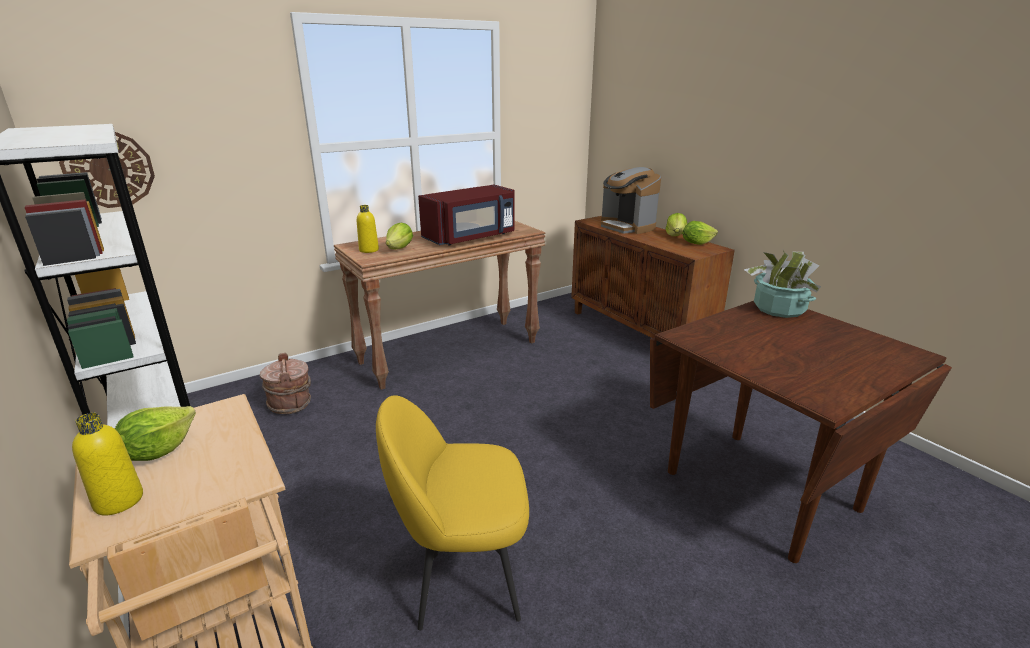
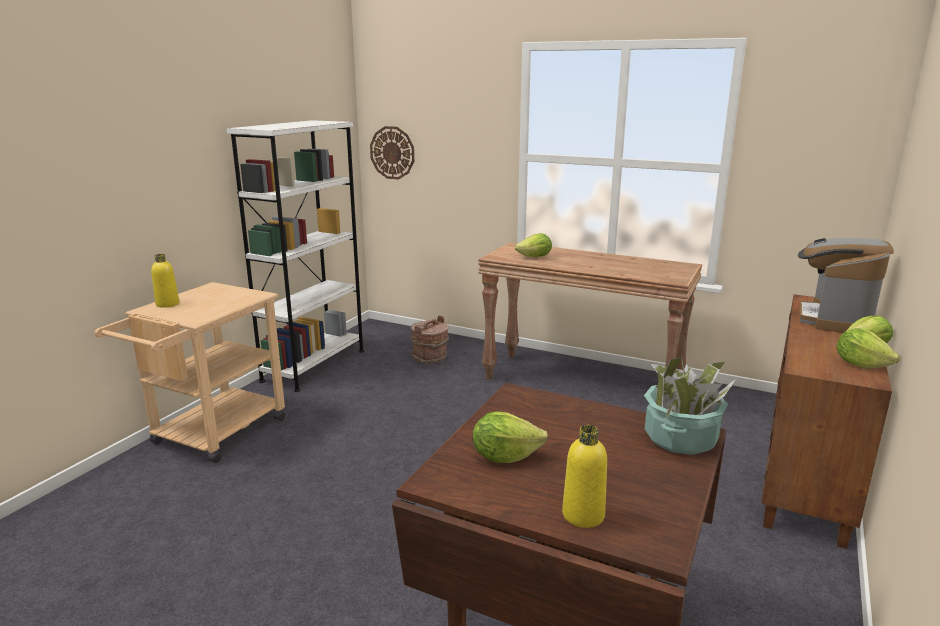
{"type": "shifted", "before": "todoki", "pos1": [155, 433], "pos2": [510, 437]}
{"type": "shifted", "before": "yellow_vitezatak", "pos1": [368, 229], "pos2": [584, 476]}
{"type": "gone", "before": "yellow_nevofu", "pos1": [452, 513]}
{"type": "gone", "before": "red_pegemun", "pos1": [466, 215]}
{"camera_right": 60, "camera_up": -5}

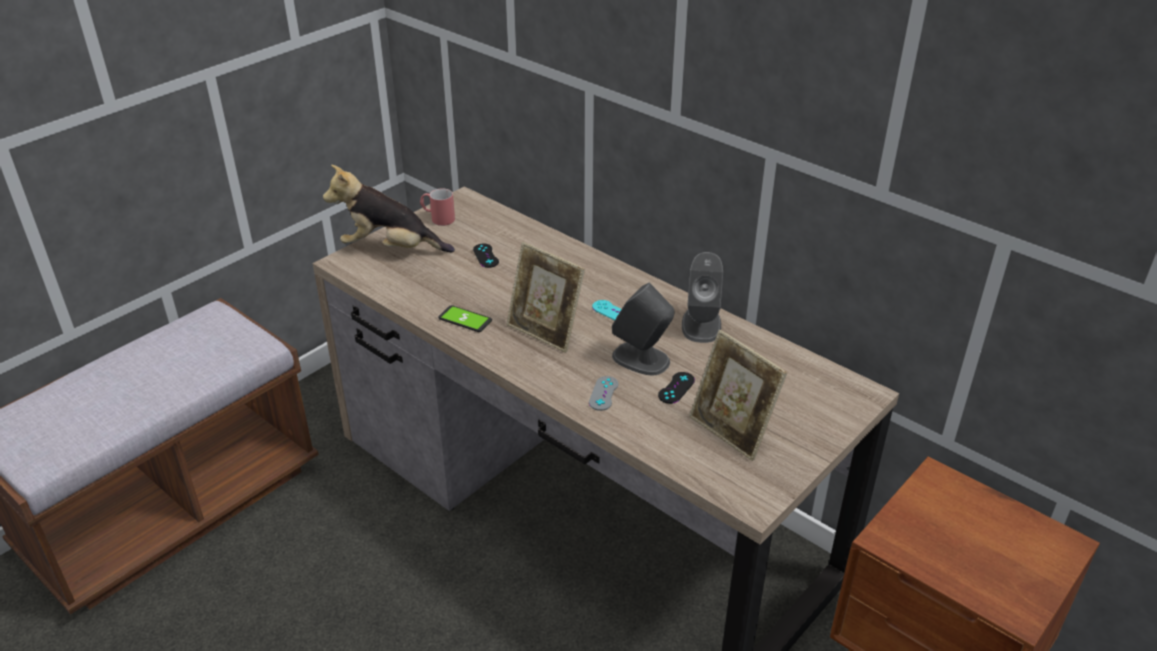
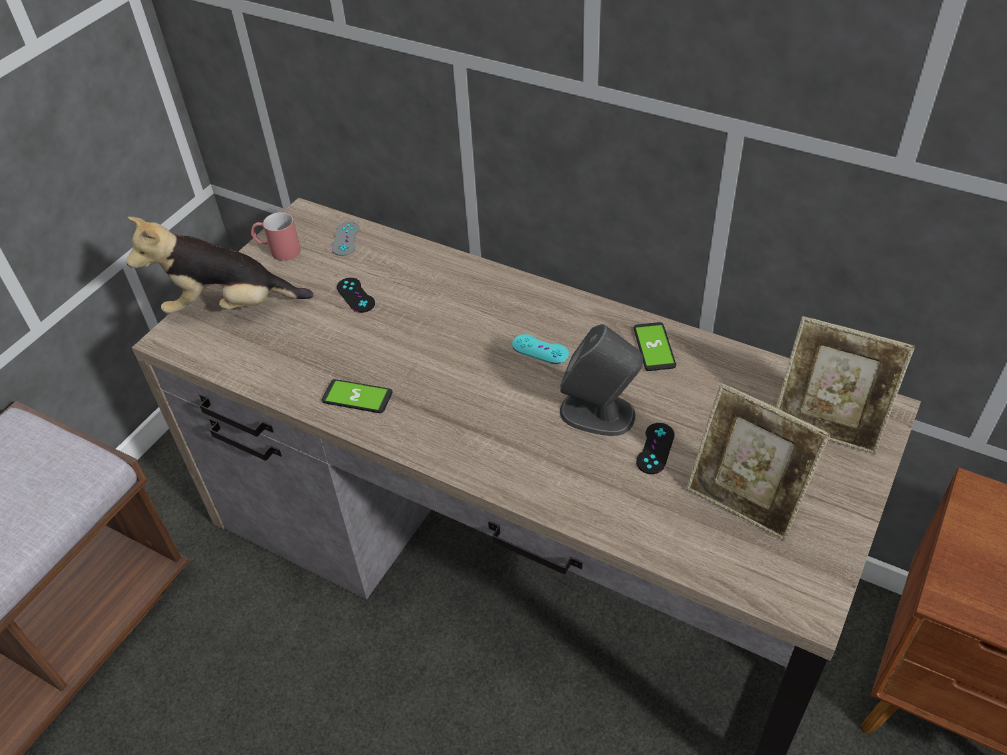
{"type": "shifted", "before": "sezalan", "pos1": [546, 297], "pos2": [845, 385]}
{"type": "shifted", "before": "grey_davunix", "pos1": [603, 393], "pos2": [345, 238]}
{"type": "swapped", "before": "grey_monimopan", "after": "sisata", "pos1": [702, 297], "pos2": [655, 346]}
{"camera_right": -10, "camera_up": 10}

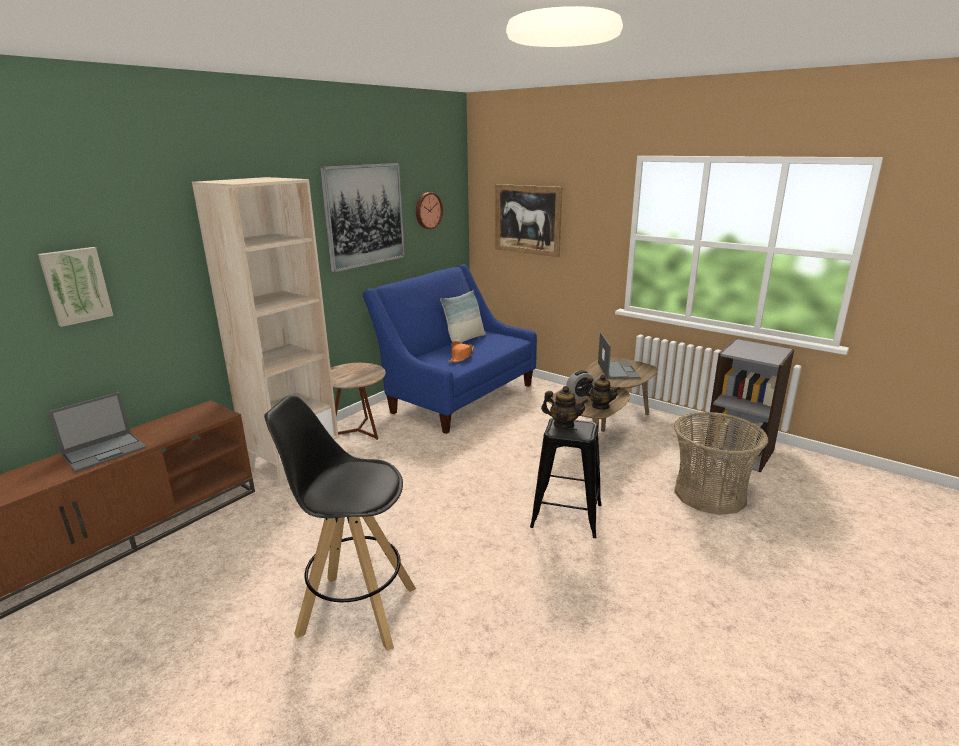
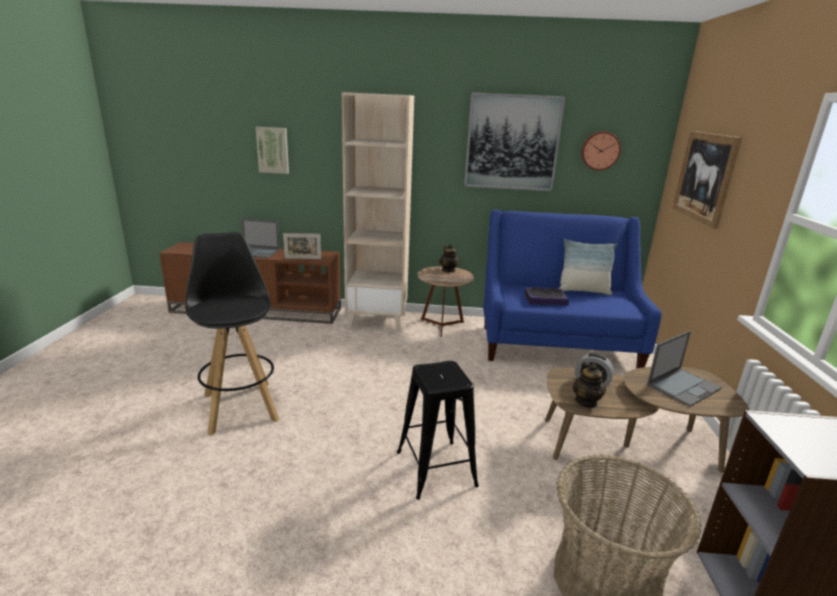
{"type": "swapped", "before": "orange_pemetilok", "after": "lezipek", "pos1": [461, 351], "pos2": [546, 296]}
{"type": "shifted", "before": "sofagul", "pos1": [564, 407], "pos2": [449, 258]}
{"type": "new", "after": "sezalan", "pos2": [302, 246]}
{"camera_right": 55, "camera_up": 0}

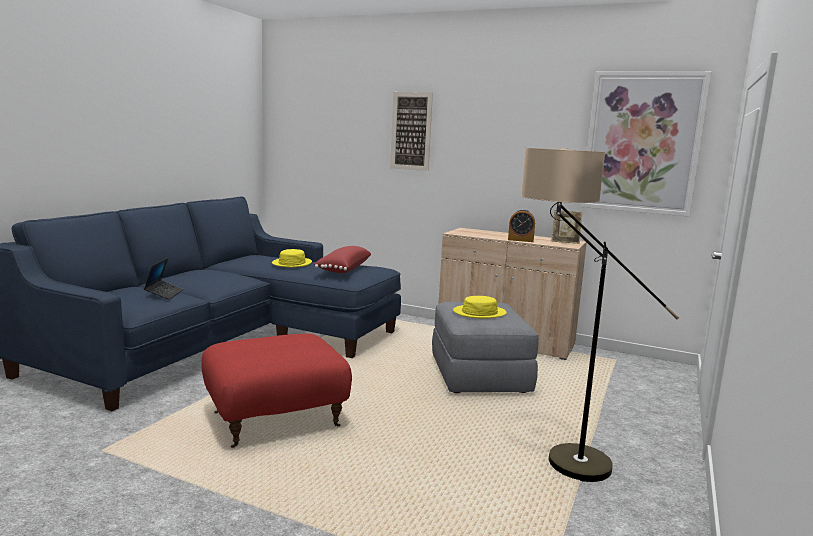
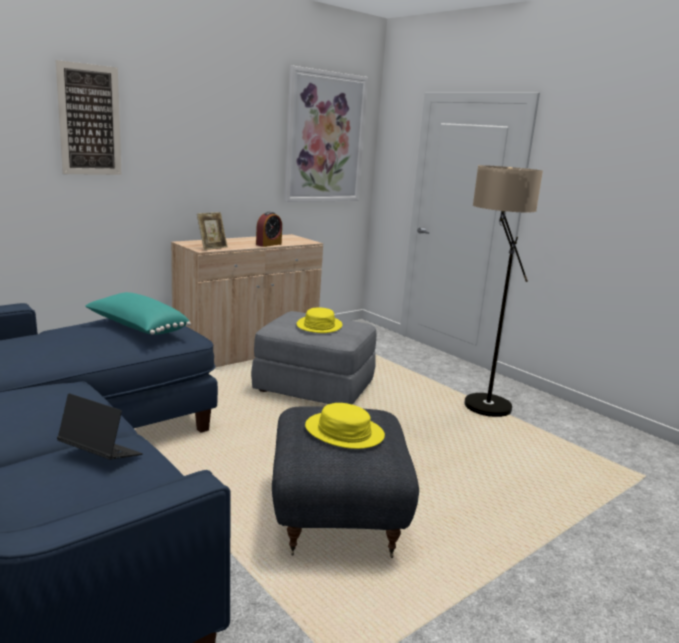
{"type": "repainted", "before": "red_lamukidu", "after": "grey_lamukidu", "pos1": [276, 391], "pos2": [345, 482]}
{"type": "shifted", "before": "yellow_pemetilok", "pos1": [292, 258], "pos2": [345, 426]}
{"type": "repainted", "before": "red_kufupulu", "after": "turquoise_kufupulu", "pos1": [342, 259], "pos2": [138, 313]}
{"type": "shifted", "before": "sezalan", "pos1": [567, 227], "pos2": [212, 231]}
{"camera_right": -65, "camera_up": 5}

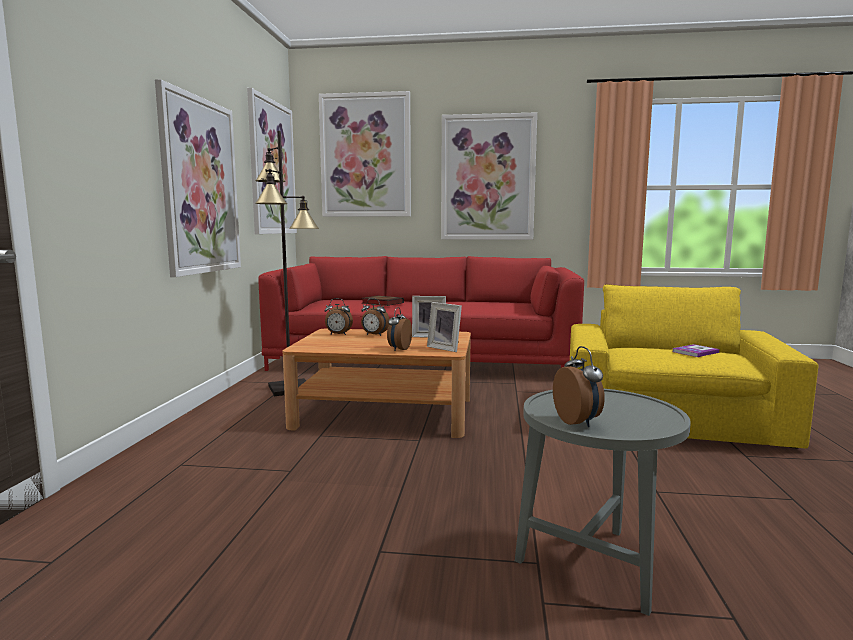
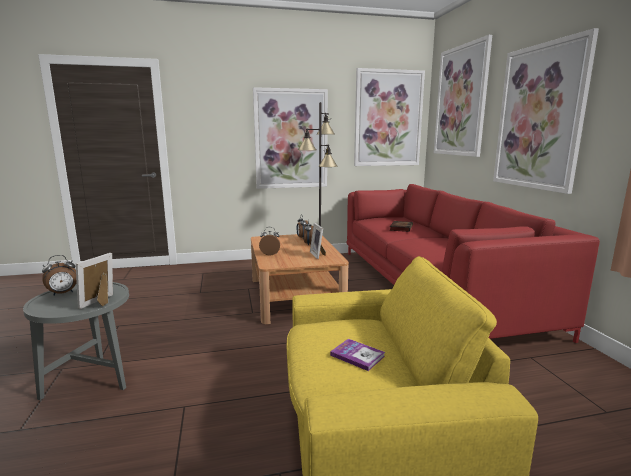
{"type": "shifted", "before": "sezalan", "pos1": [444, 327], "pos2": [94, 281]}
{"camera_right": 70, "camera_up": 5}

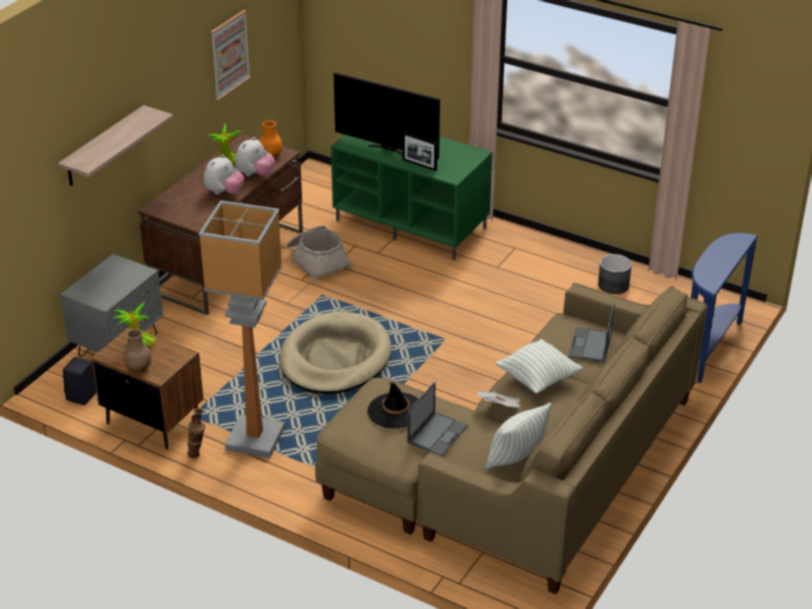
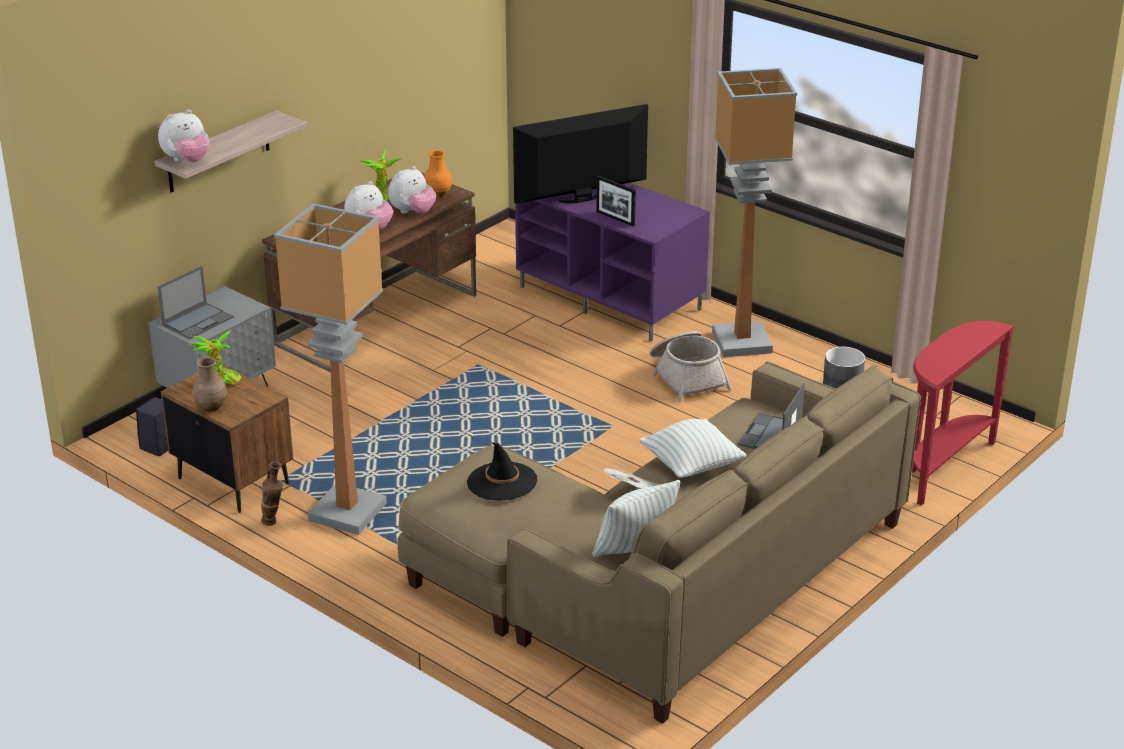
{"type": "gone", "before": "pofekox", "pos1": [231, 55]}
{"type": "gone", "before": "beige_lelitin", "pos1": [335, 353]}
{"type": "shifted", "before": "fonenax", "pos1": [319, 255], "pos2": [690, 366]}
{"type": "repainted", "before": "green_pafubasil", "after": "purple_pafubasil", "pos1": [411, 197], "pos2": [612, 262]}
{"type": "rotated", "before": "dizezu", "pos1": [387, 116], "pos2": [580, 154], "turn": 120}
{"type": "shifted", "before": "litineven", "pos1": [437, 419], "pos2": [196, 302]}
{"type": "repainted", "before": "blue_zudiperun", "after": "red_zudiperun", "pos1": [724, 308], "pos2": [963, 413]}
{"type": "new", "after": "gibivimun", "pos2": [184, 135]}
{"type": "new", "after": "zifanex", "pos2": [754, 212]}
{"camera_right": 10, "camera_up": -5}

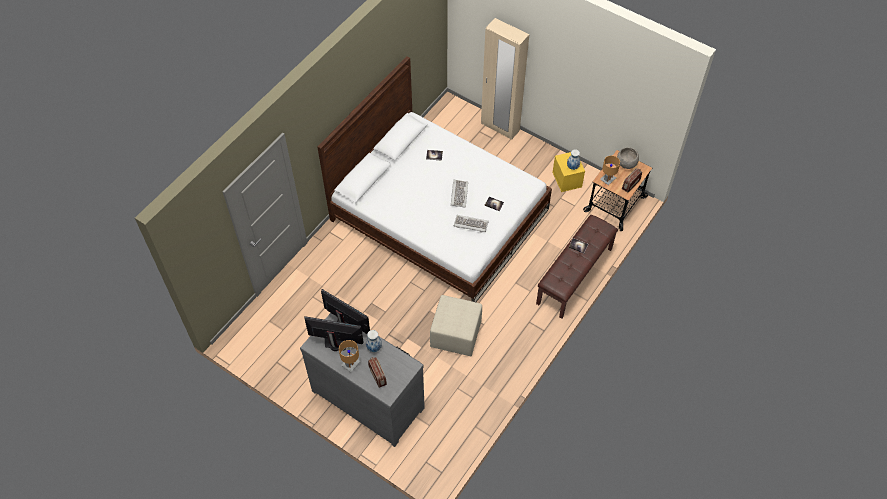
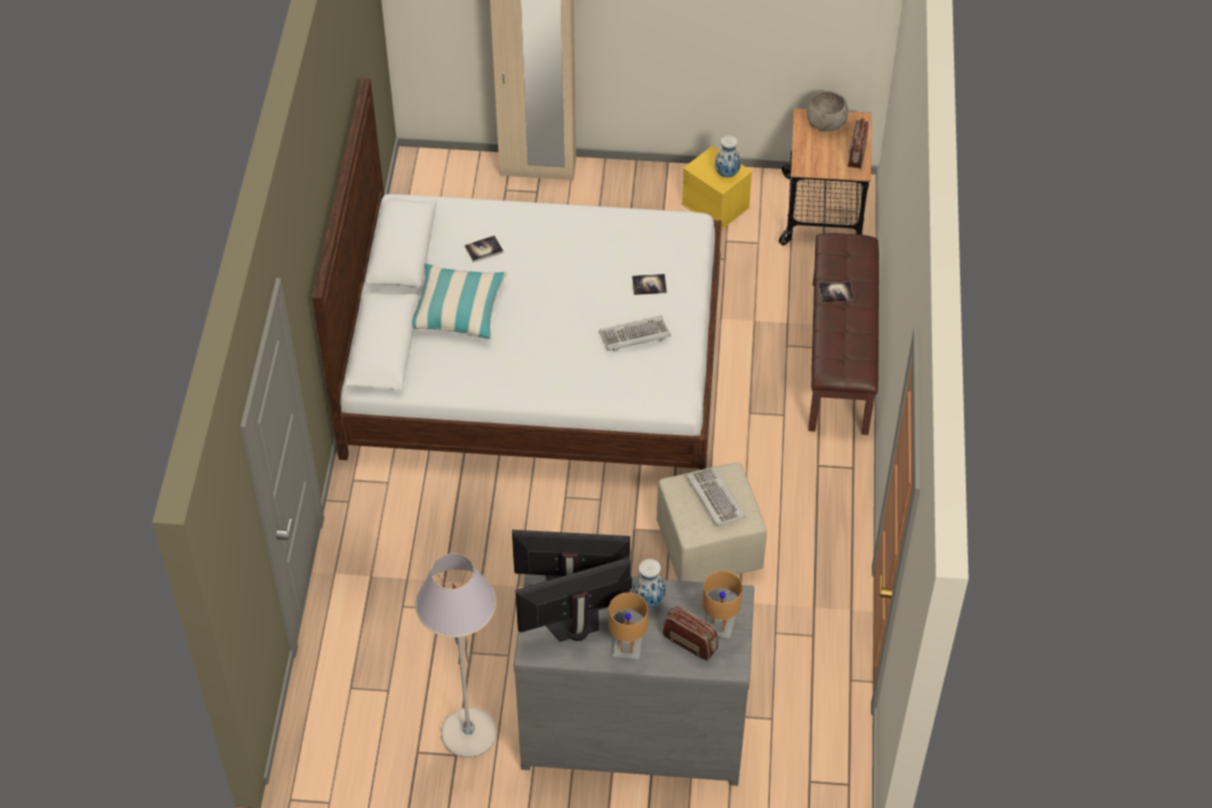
{"type": "shifted", "before": "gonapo", "pos1": [459, 194], "pos2": [716, 496]}
{"type": "shifted", "before": "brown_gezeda", "pos1": [610, 170], "pos2": [722, 605]}
{"type": "new", "after": "kufupulu", "pos2": [459, 301]}
{"type": "new", "after": "grey_zifanex", "pos2": [456, 655]}
{"camera_right": -30, "camera_up": -5}

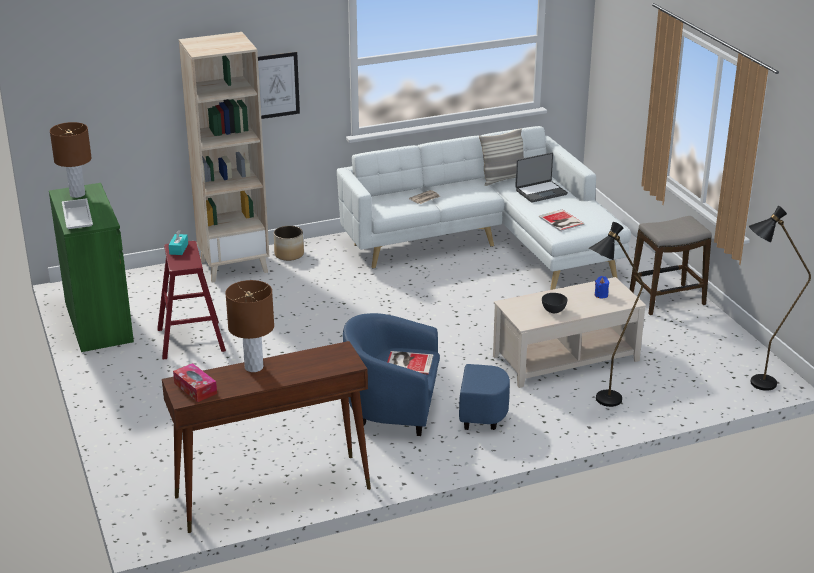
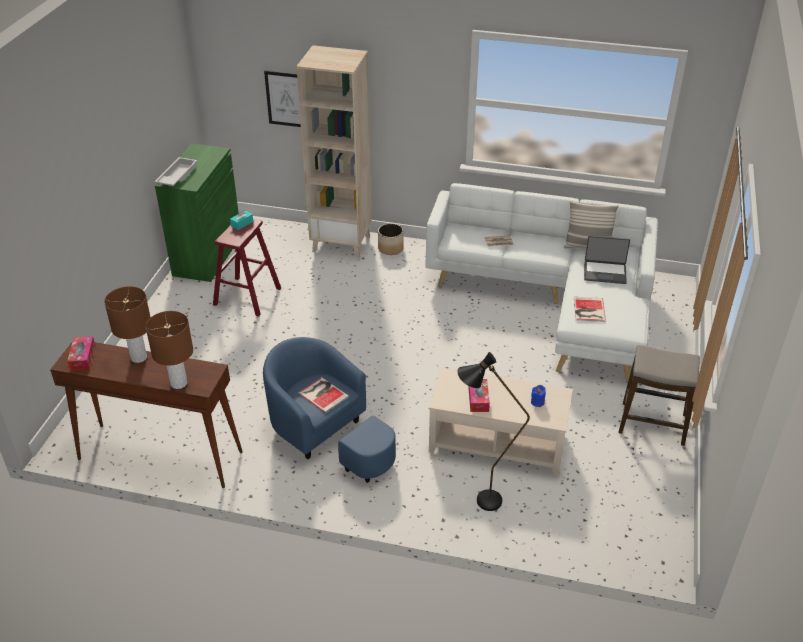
{"type": "shifted", "before": "brown_gezeda", "pos1": [71, 160], "pos2": [169, 350]}
{"type": "shifted", "before": "pofekox", "pos1": [279, 85], "pos2": [282, 99]}
{"type": "swapped", "before": "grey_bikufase", "after": "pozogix", "pos1": [554, 303], "pos2": [479, 395]}
{"type": "gone", "before": "black_zifanex", "pos1": [779, 298]}
{"camera_right": 35, "camera_up": 10}

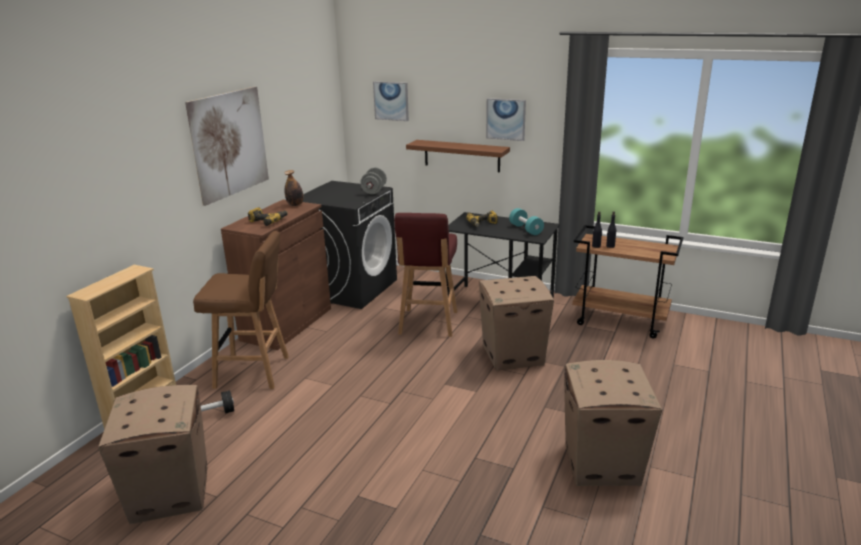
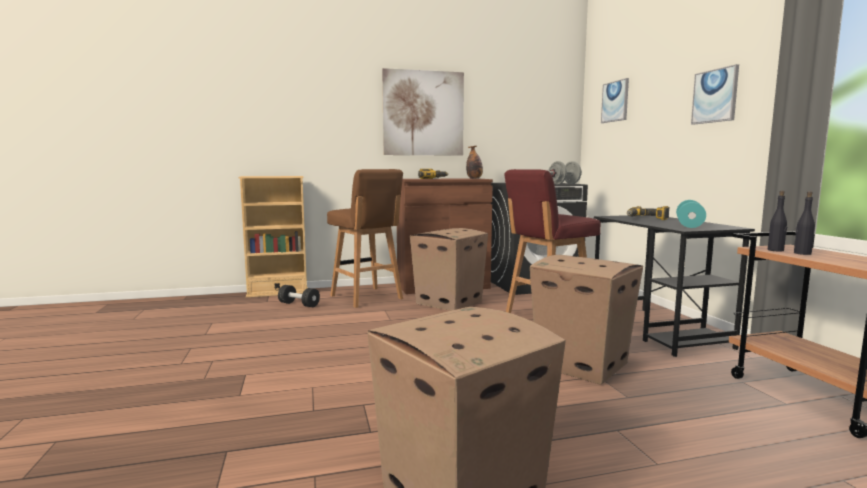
{"type": "shifted", "before": "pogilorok", "pos1": [152, 454], "pos2": [449, 269]}
{"type": "gone", "before": "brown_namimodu", "pos1": [458, 156]}
{"camera_right": 50, "camera_up": -15}

